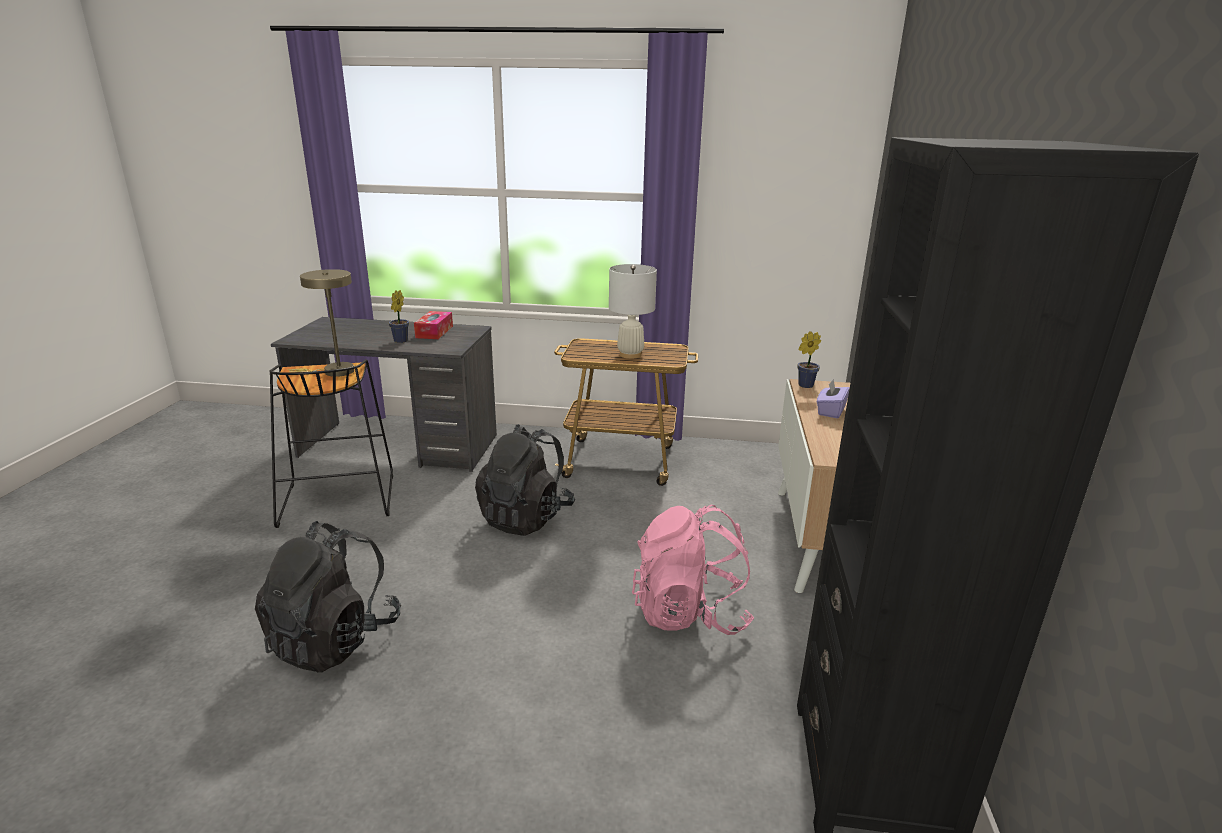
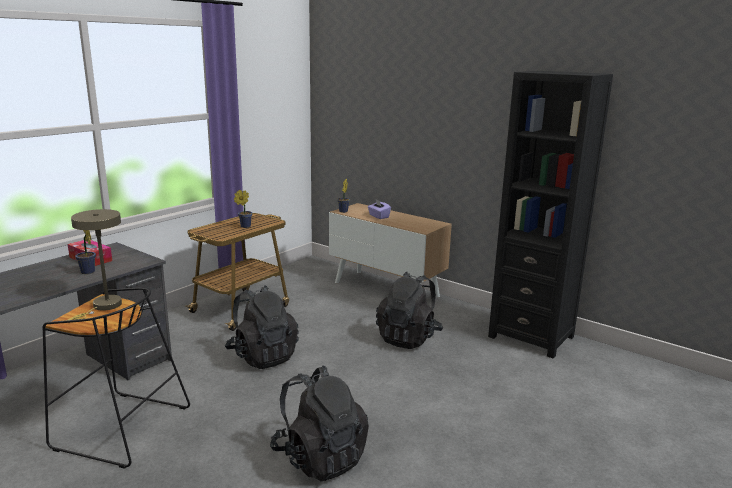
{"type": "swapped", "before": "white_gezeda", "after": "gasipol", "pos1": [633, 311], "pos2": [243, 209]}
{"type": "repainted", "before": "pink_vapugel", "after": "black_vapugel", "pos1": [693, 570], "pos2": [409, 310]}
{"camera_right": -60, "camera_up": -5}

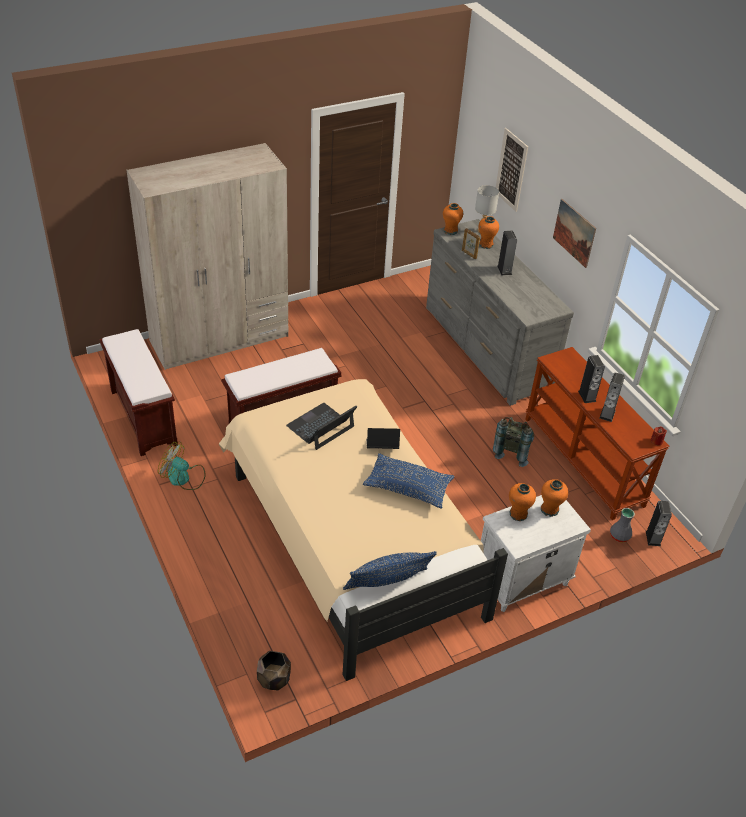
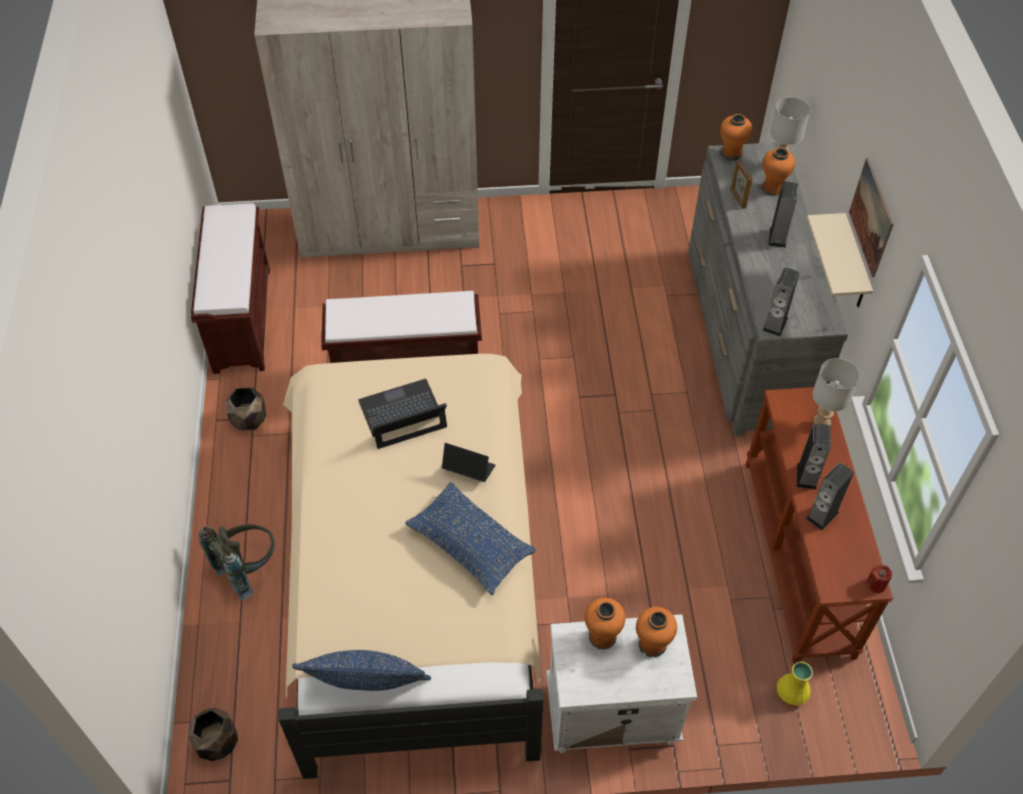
{"type": "swapped", "before": "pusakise", "after": "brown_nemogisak", "pos1": [181, 466], "pos2": [246, 408]}
{"type": "shifted", "before": "grey_vapugel", "pos1": [513, 442], "pos2": [237, 562]}
{"type": "gone", "before": "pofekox", "pos1": [512, 170]}
{"type": "repainted", "before": "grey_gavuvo", "after": "yellow_gavuvo", "pos1": [622, 525], "pos2": [795, 684]}
{"type": "shifted", "before": "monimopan", "pos1": [659, 523], "pos2": [781, 302]}
{"type": "new", "after": "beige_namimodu", "pos2": [840, 260]}
{"type": "new", "after": "grey_gezeda", "pos2": [836, 392]}
{"camera_right": 25, "camera_up": 10}

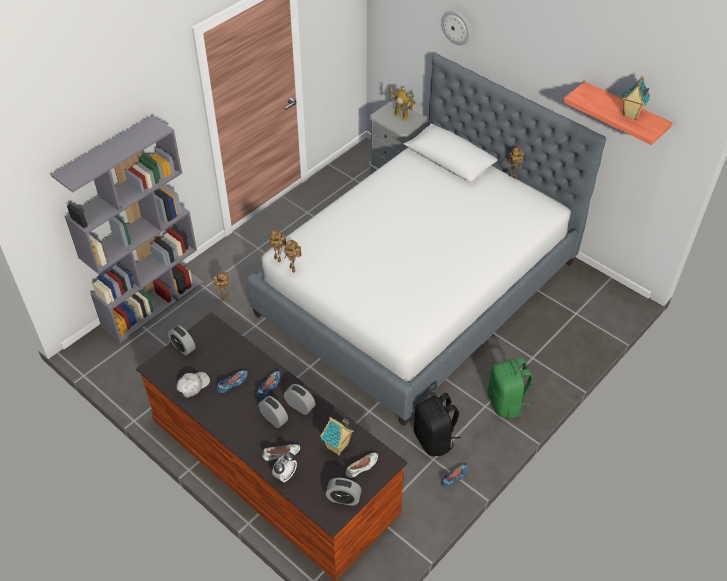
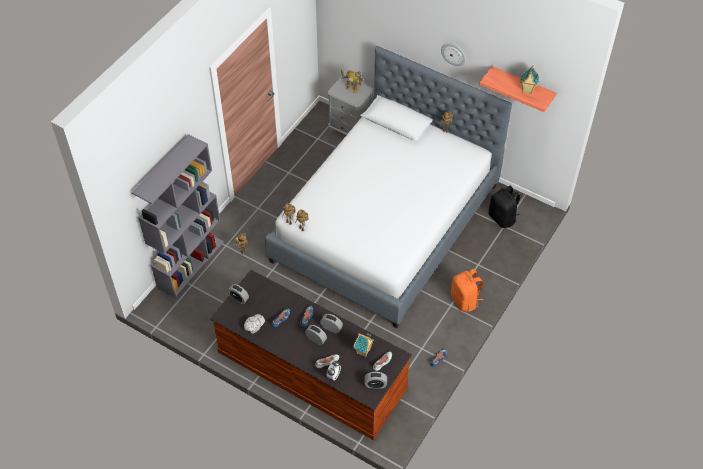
{"type": "shifted", "before": "black_vapugel", "pos1": [437, 424], "pos2": [504, 207]}
{"type": "shifted", "before": "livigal", "pos1": [455, 28], "pos2": [453, 54]}
{"type": "repainted", "before": "green_vapugel", "after": "orange_vapugel", "pos1": [510, 388], "pos2": [467, 290]}
{"camera_right": -10, "camera_up": 5}

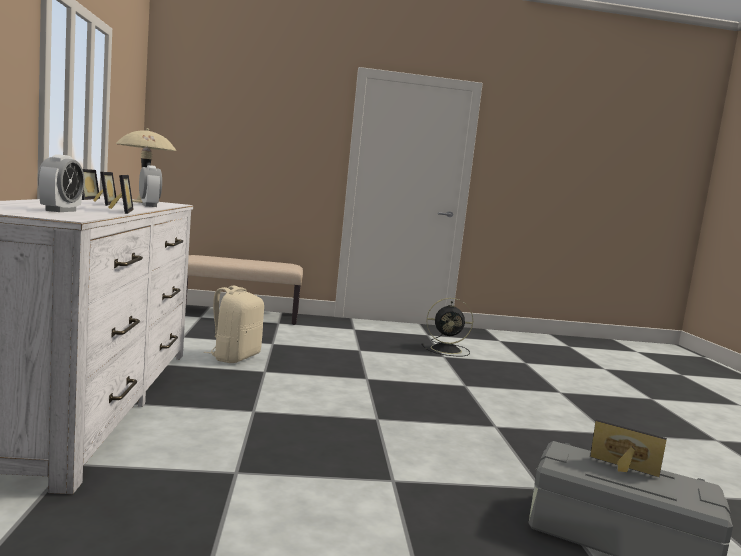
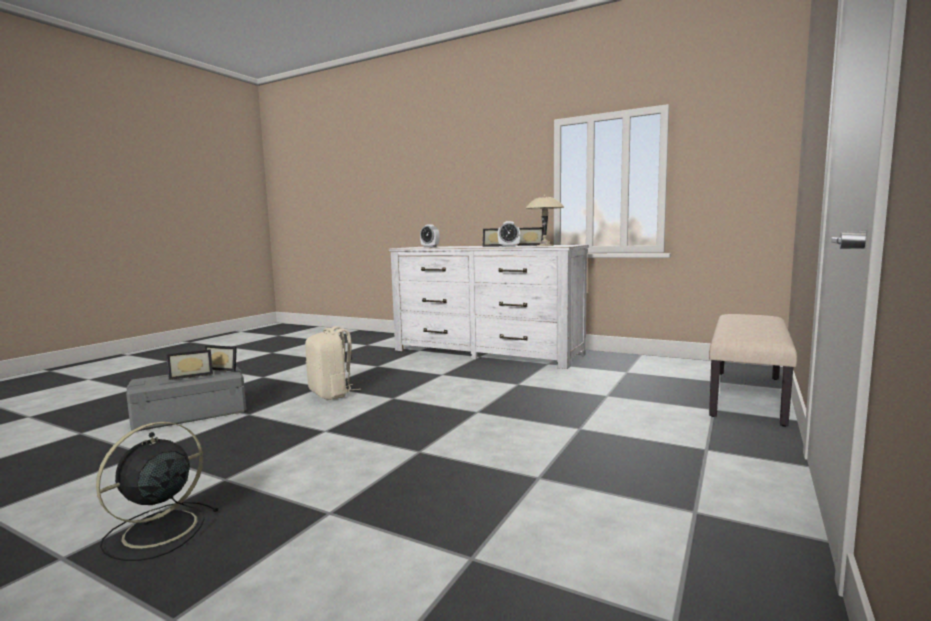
{"type": "shifted", "before": "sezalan", "pos1": [121, 194], "pos2": [221, 358]}
{"type": "shifted", "before": "beige_vapugel", "pos1": [234, 324], "pos2": [333, 363]}
{"type": "shifted", "before": "black_pusakise", "pos1": [447, 327], "pos2": [157, 491]}
{"camera_right": 125, "camera_up": 0}

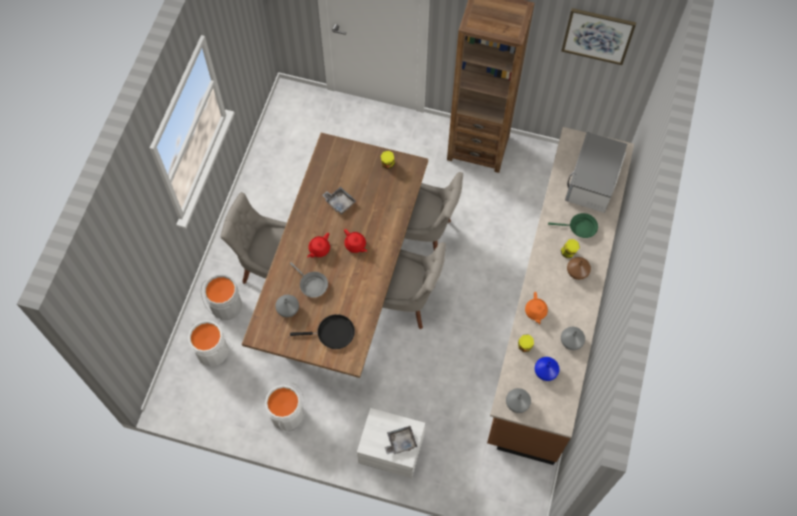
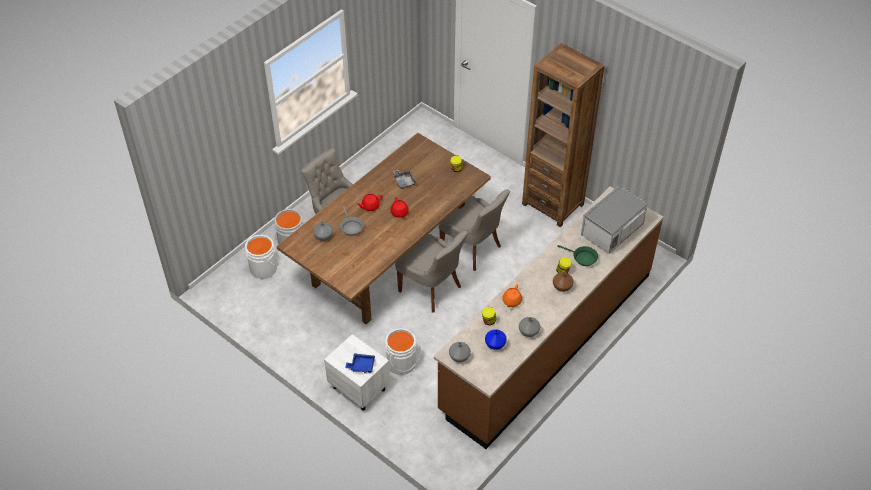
{"type": "shifted", "before": "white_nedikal", "pos1": [285, 408], "pos2": [403, 351]}
{"type": "gone", "before": "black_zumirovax", "pos1": [322, 331]}
{"type": "repainted", "before": "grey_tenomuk", "after": "blue_tenomuk", "pos1": [401, 440], "pos2": [360, 363]}
{"type": "gone", "before": "pofekox", "pos1": [598, 36]}
{"camera_right": 25, "camera_up": -15}

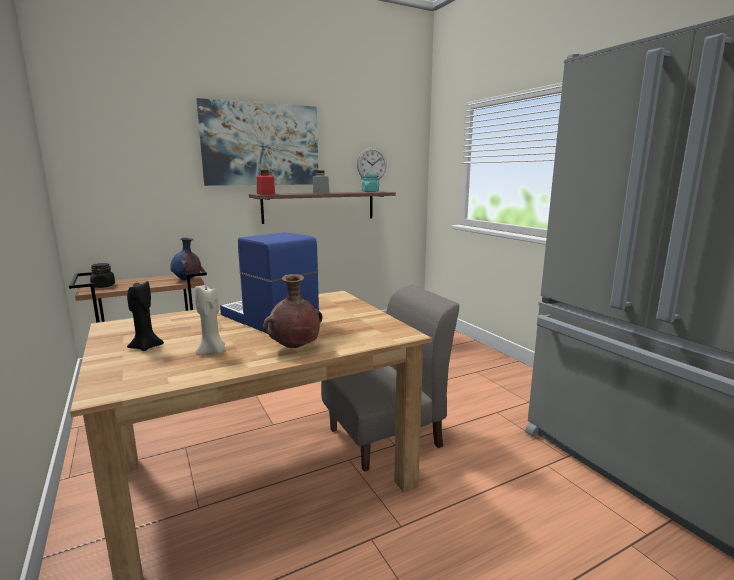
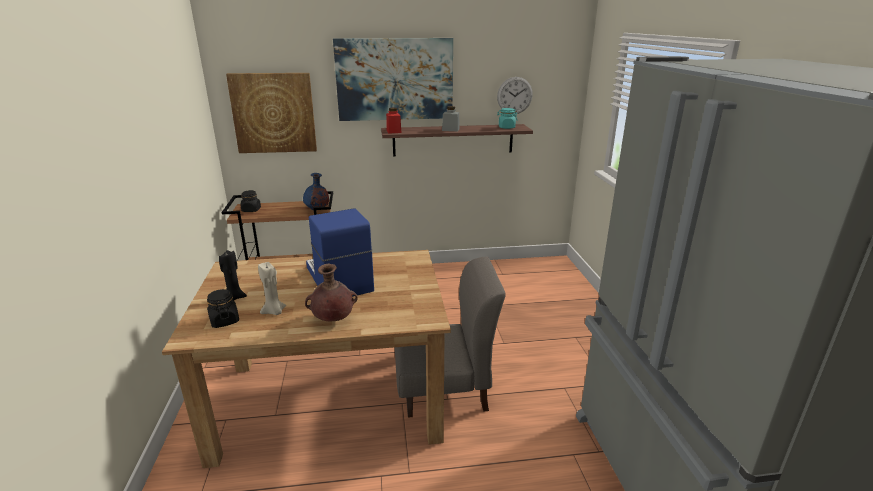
{"type": "new", "after": "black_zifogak", "pos2": [223, 308]}
{"type": "new", "after": "pofekox", "pos2": [271, 113]}
{"camera_right": 20, "camera_up": 10}

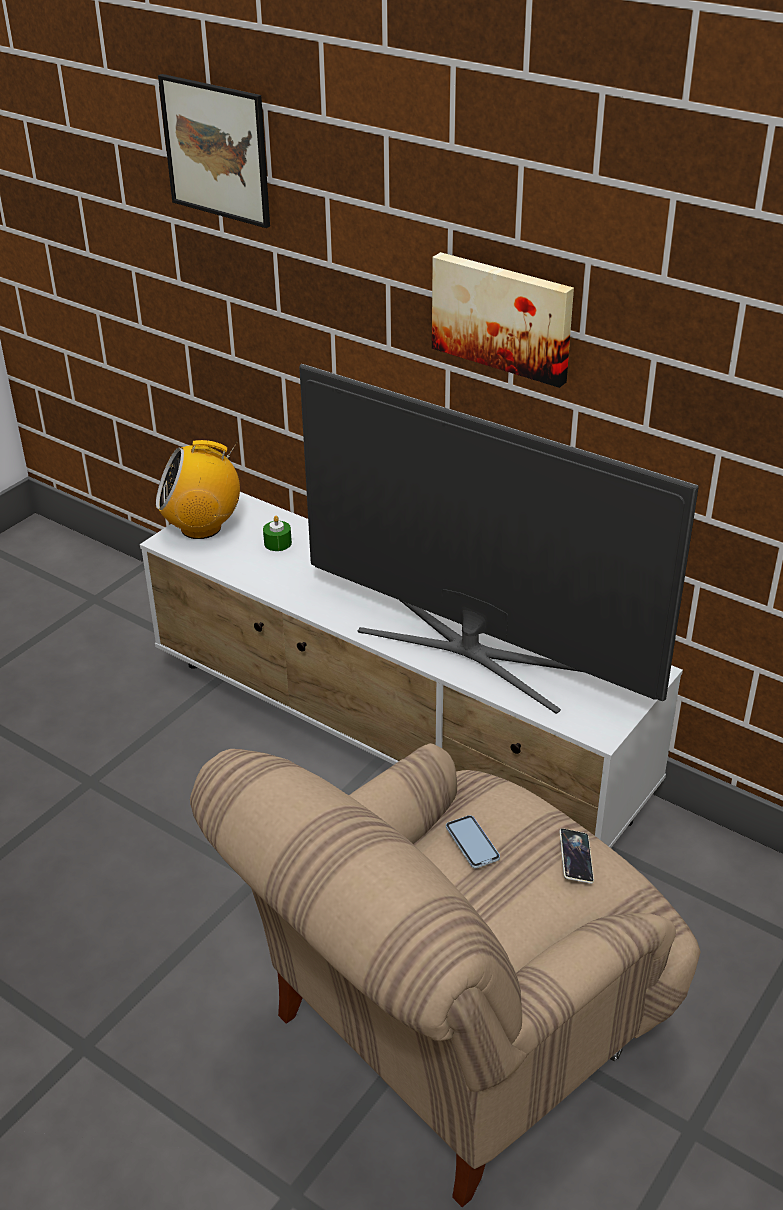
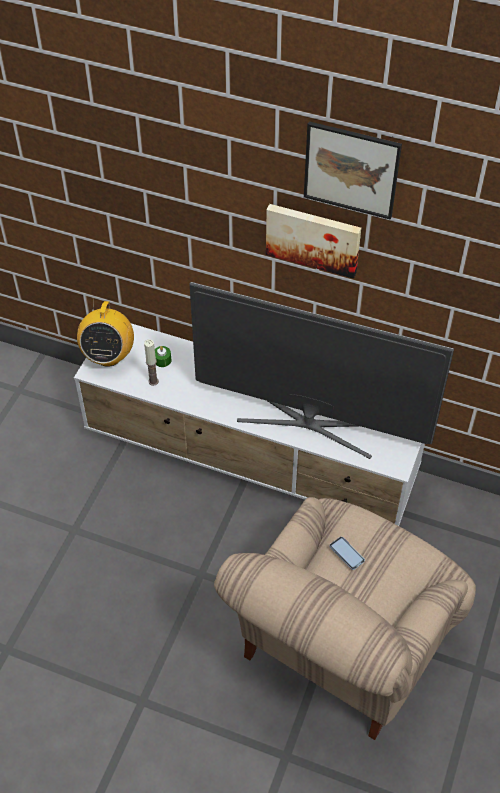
{"type": "rotated", "before": "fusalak", "pos1": [198, 489], "pos2": [105, 332], "turn": -60}
{"type": "shifted", "before": "pofekox", "pos1": [214, 151], "pos2": [353, 170]}
{"type": "gone", "before": "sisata", "pos1": [576, 856]}
{"type": "new", "after": "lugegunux", "pos2": [151, 363]}
{"camera_right": -15, "camera_up": 15}

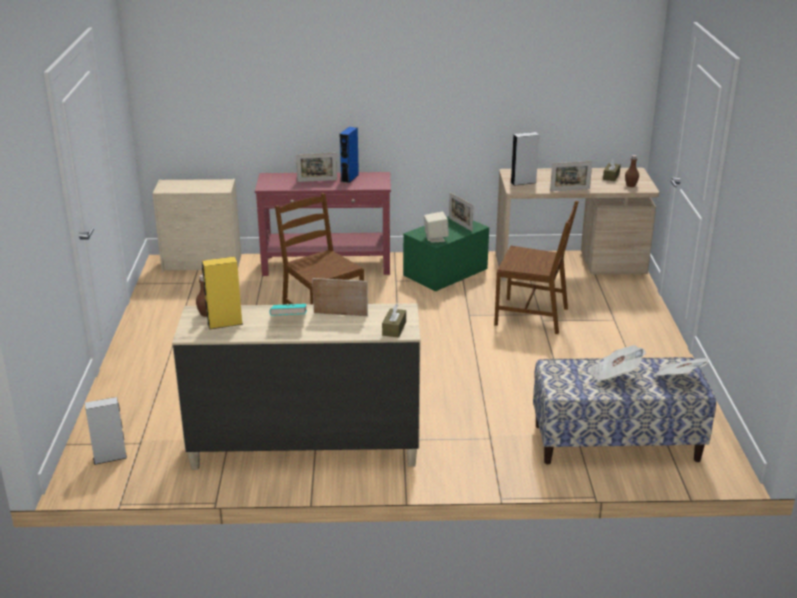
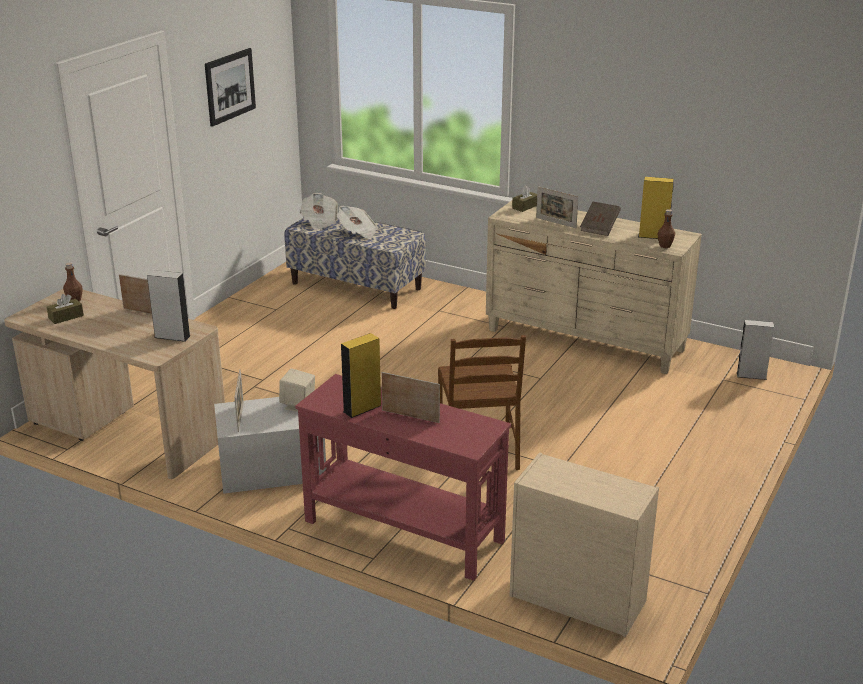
{"type": "repainted", "before": "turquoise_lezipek", "after": "brown_lezipek", "pos1": [288, 310], "pos2": [600, 218]}
{"type": "repainted", "before": "blue_monimopan", "after": "yellow_monimopan", "pos1": [349, 155], "pos2": [361, 375]}
{"type": "repainted", "before": "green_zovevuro", "after": "white_zovevuro", "pos1": [446, 253], "pos2": [270, 445]}
{"type": "gone", "before": "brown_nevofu", "pos1": [536, 267]}
{"type": "new", "after": "pofekox", "pos2": [230, 87]}
{"camera_right": -150, "camera_up": 0}

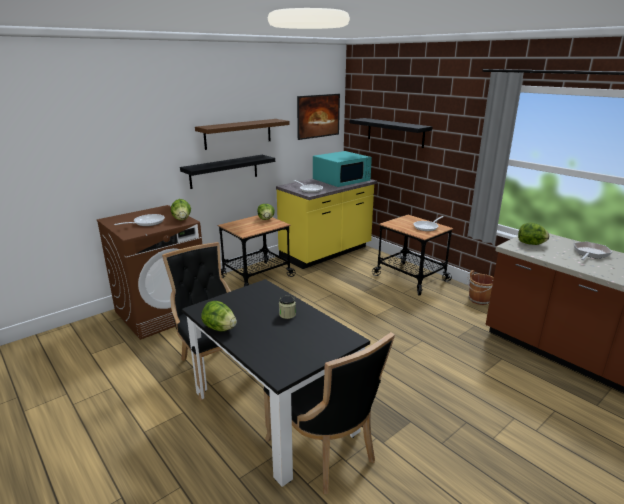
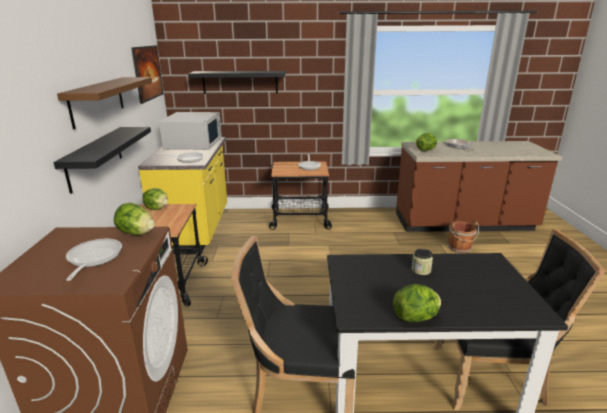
{"type": "repainted", "before": "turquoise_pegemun", "after": "white_pegemun", "pos1": [342, 169], "pos2": [190, 131]}
{"type": "shifted", "before": "brown_nedikal", "pos1": [480, 287], "pos2": [463, 236]}
{"camera_right": -50, "camera_up": 0}

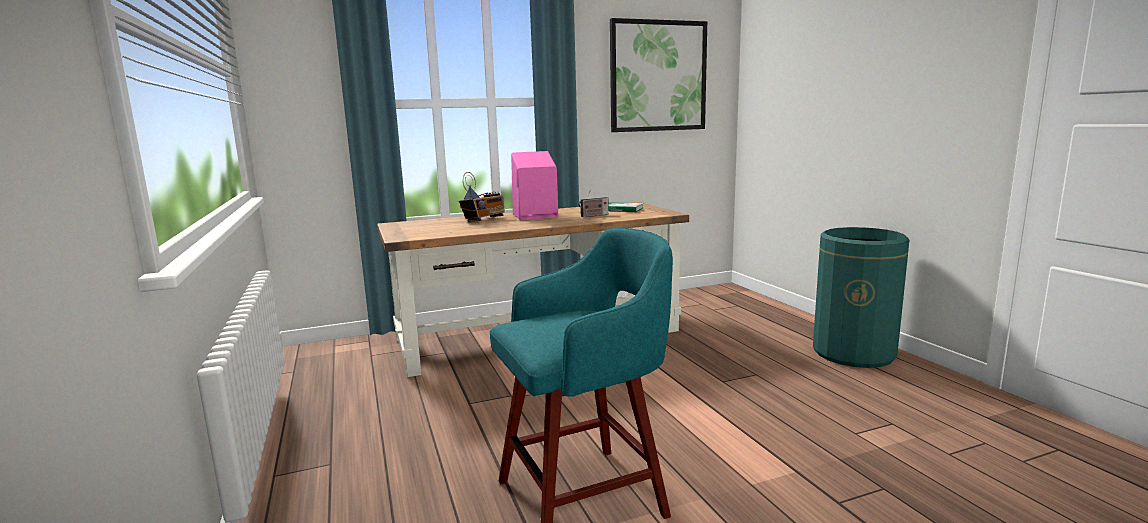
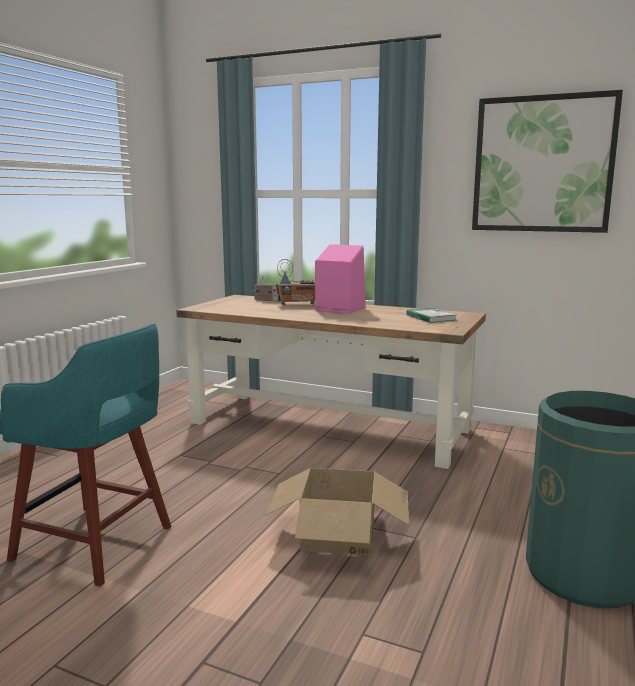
{"type": "shifted", "before": "fusalak", "pos1": [593, 203], "pos2": [265, 288]}
{"type": "new", "after": "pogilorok", "pos2": [337, 512]}
{"camera_right": 45, "camera_up": 0}

